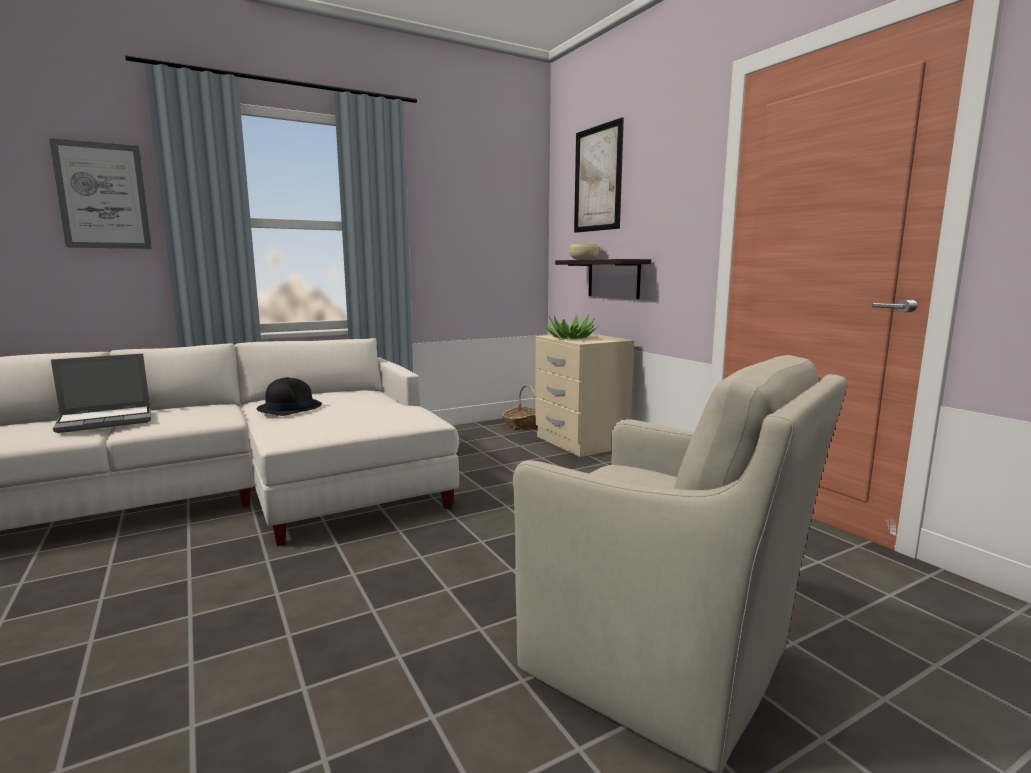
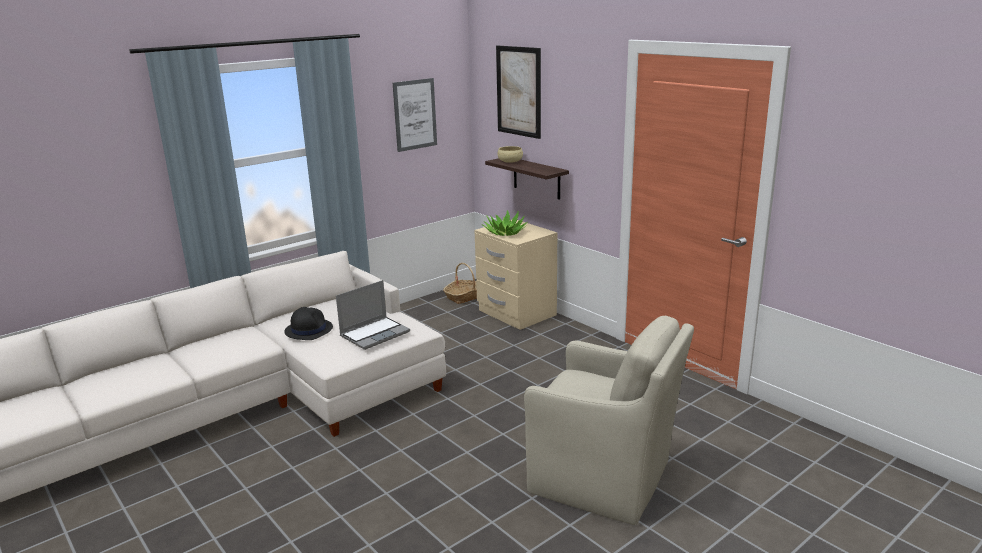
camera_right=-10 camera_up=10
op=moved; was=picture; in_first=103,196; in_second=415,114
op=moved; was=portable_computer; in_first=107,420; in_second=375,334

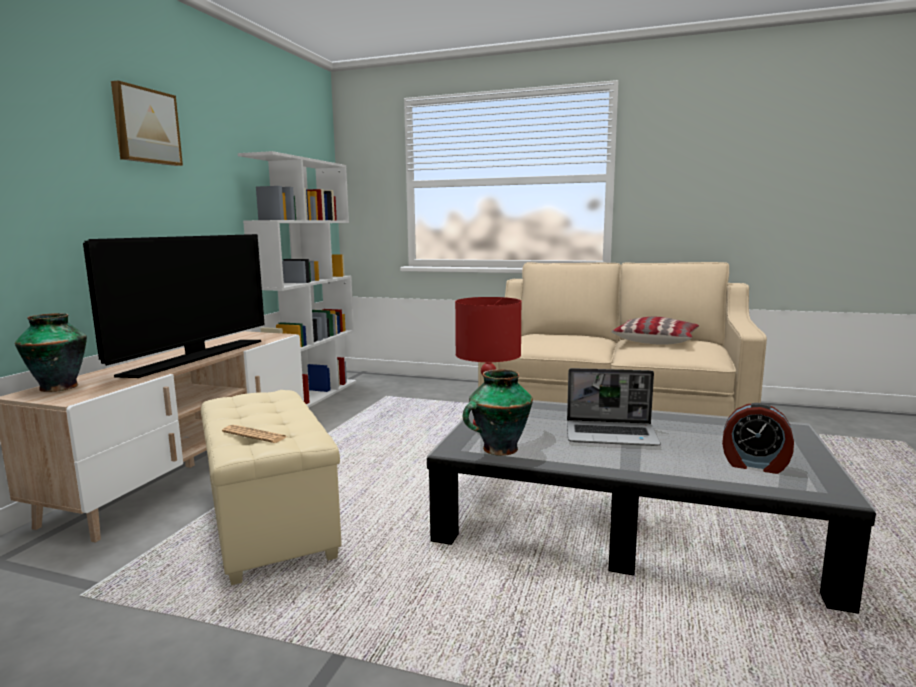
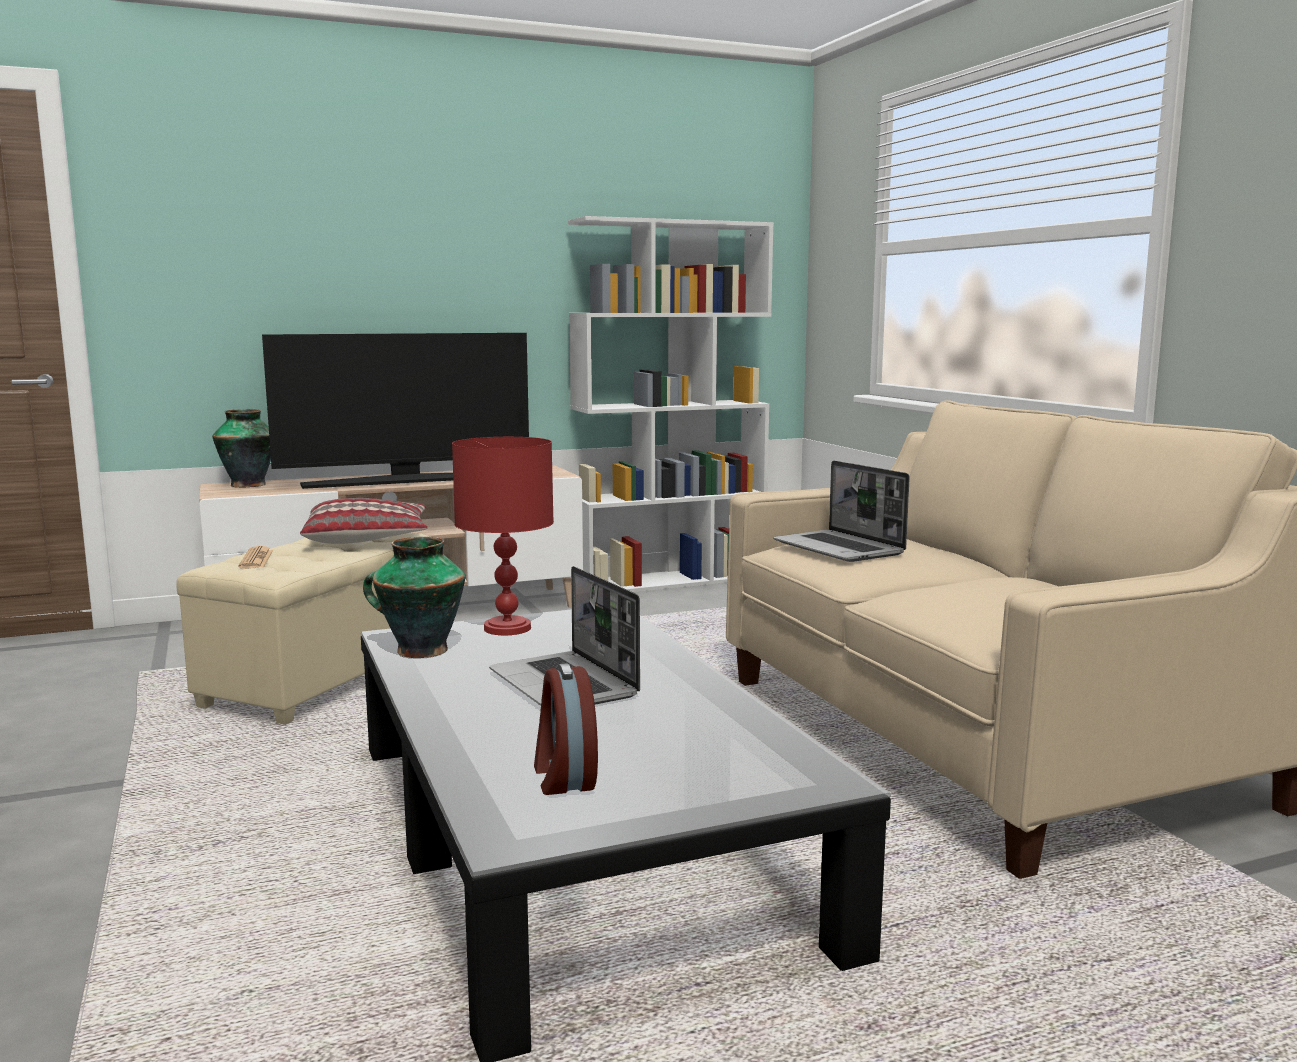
camera_right=50 camera_up=0
op=removed; was=picture; in_first=145,126
op=moved; was=pillow; in_first=655,340; in_second=368,539
op=added; now=portable_computer; in_second=840,549

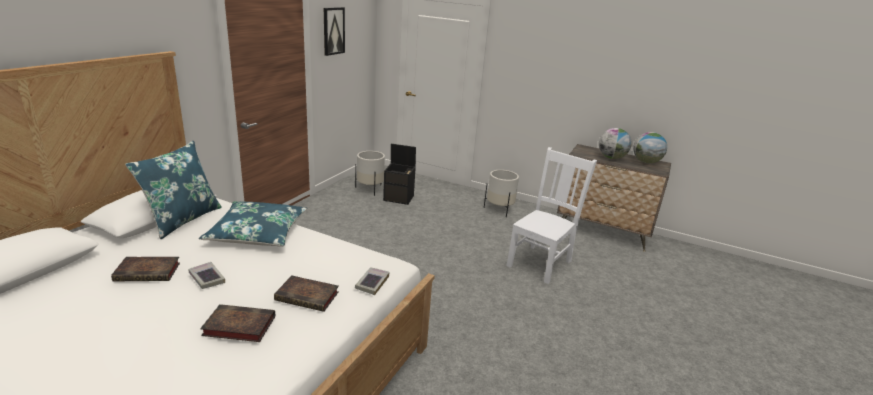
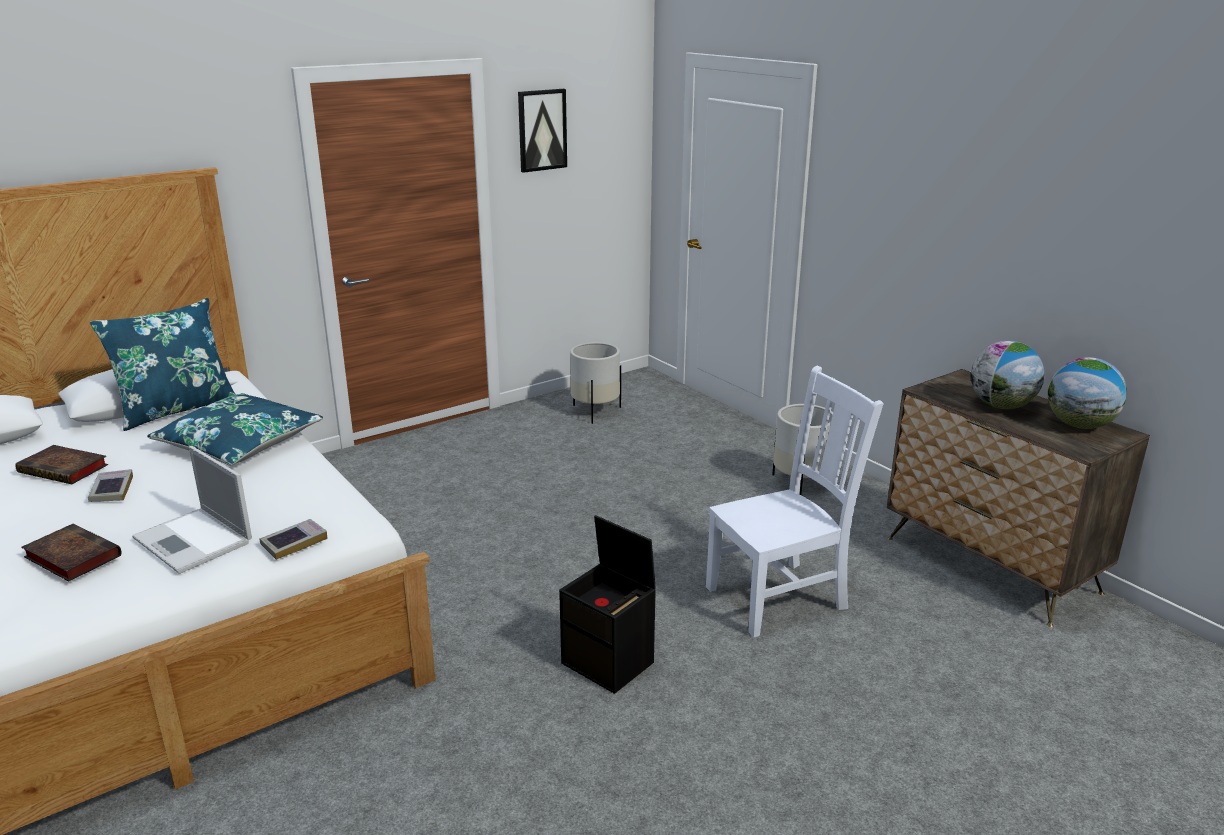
camera_right=30 camera_up=0
op=moved; was=black-coloured_storage_bin; in_first=399,198; in_second=609,663
op=replaced; was=volume; now=portable_computer; in_first=309,296; in_second=194,541

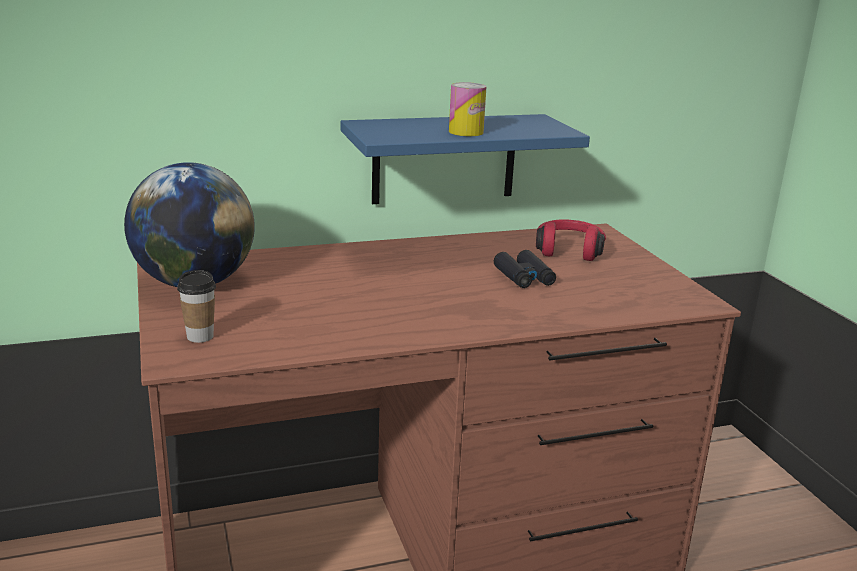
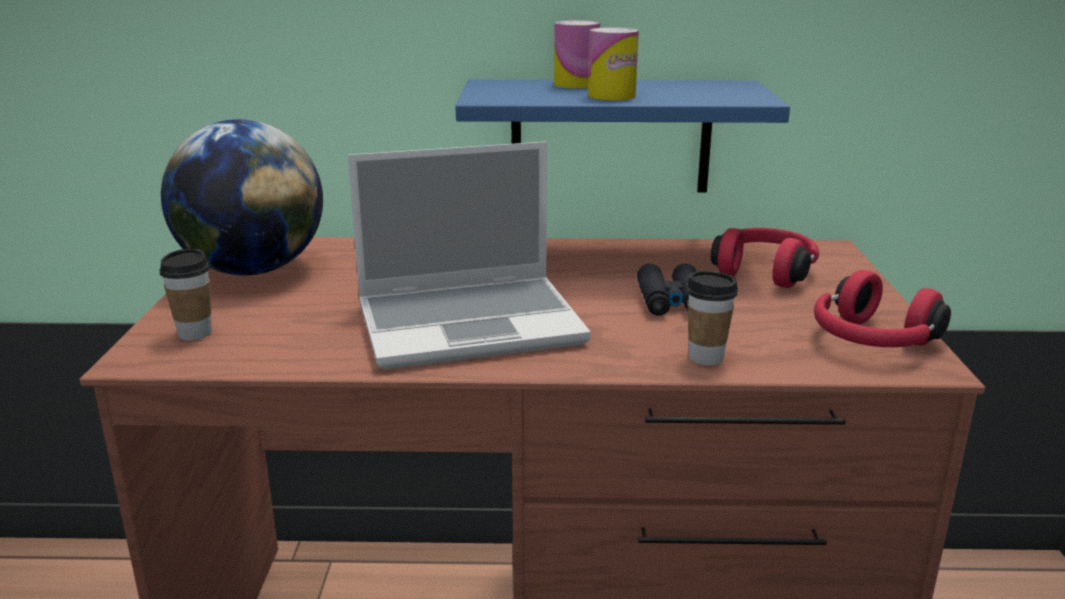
camera_right=20 camera_up=0
op=added; now=sealed_can; in_second=576,84
op=added; now=portable_computer; in_second=471,323
op=added; now=reddish_headset; in_second=871,341
op=added; now=cup; in_second=706,357

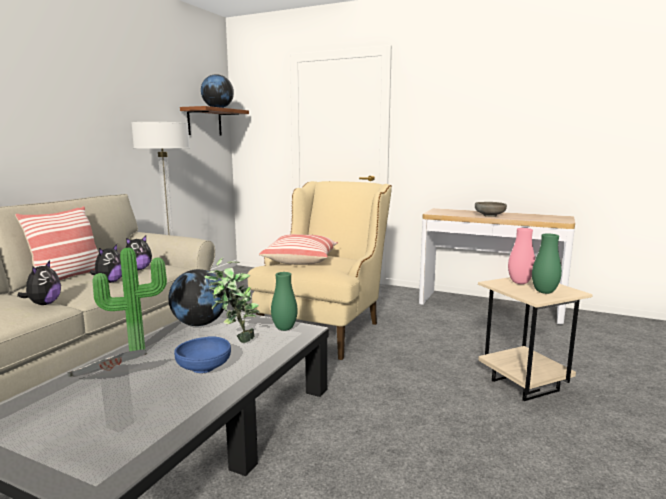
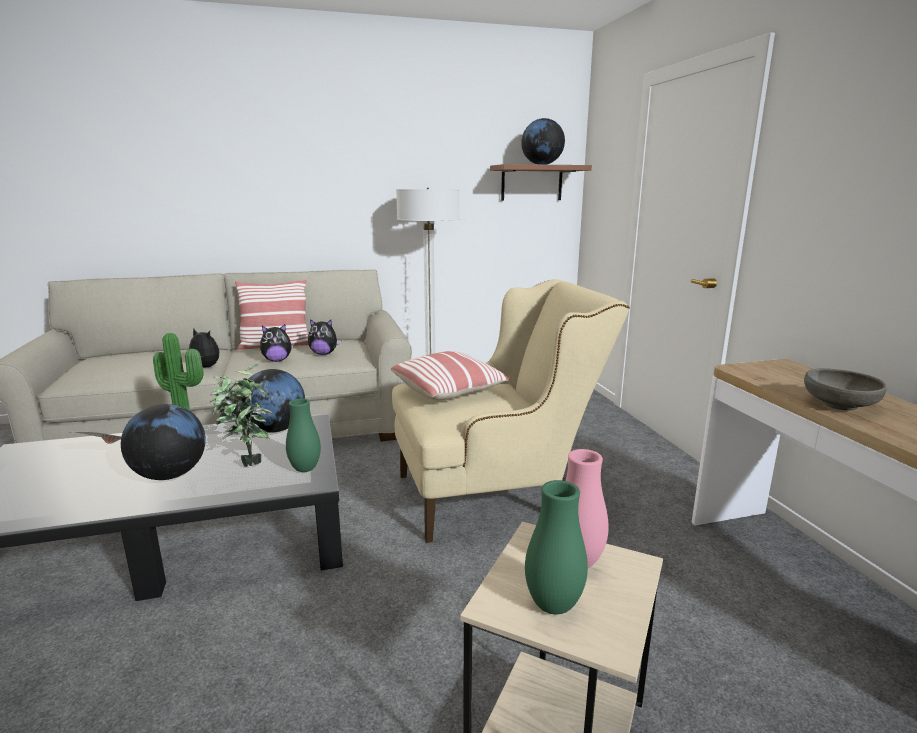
camera_right=50 camera_up=5
op=turned; was=cuddly_toy; in_first=44,304; in_second=204,367; clockwise=-120
op=replaced; was=blue-coloured_deep_dish; now=world_globe; in_first=204,368; in_second=170,475

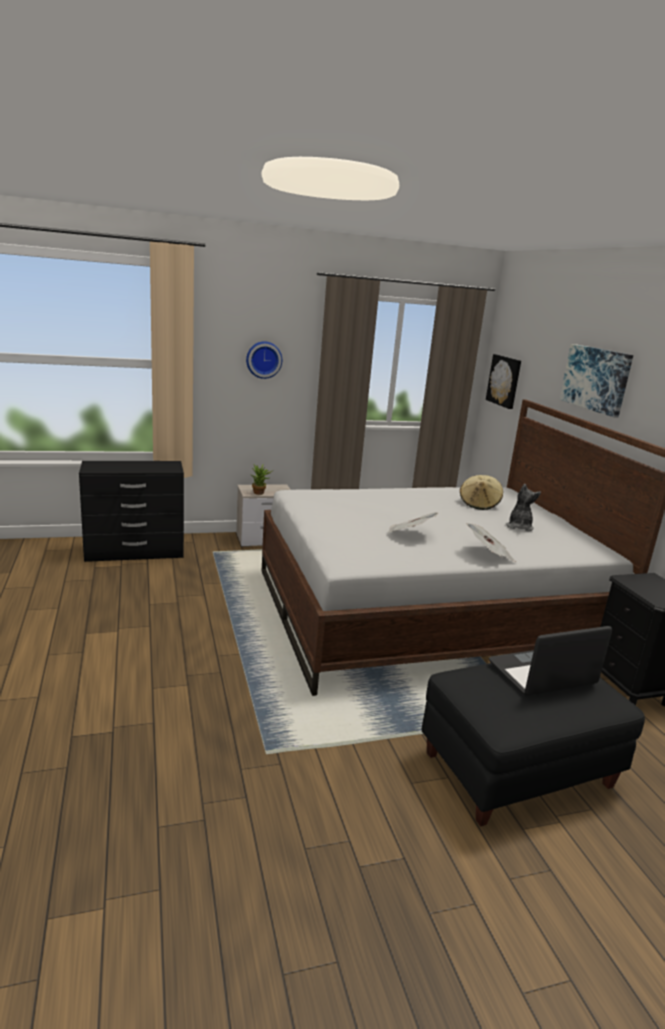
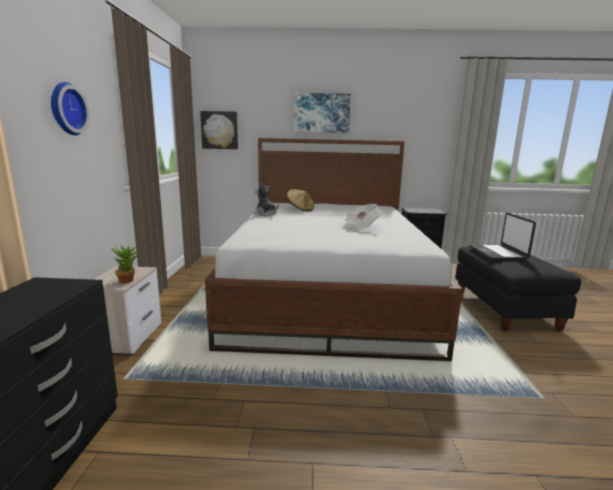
camera_right=-70 camera_up=-5
op=moved; was=cuddly_toy; in_first=519,526; in_second=265,214
op=removed; was=printed_paper; in_first=488,555

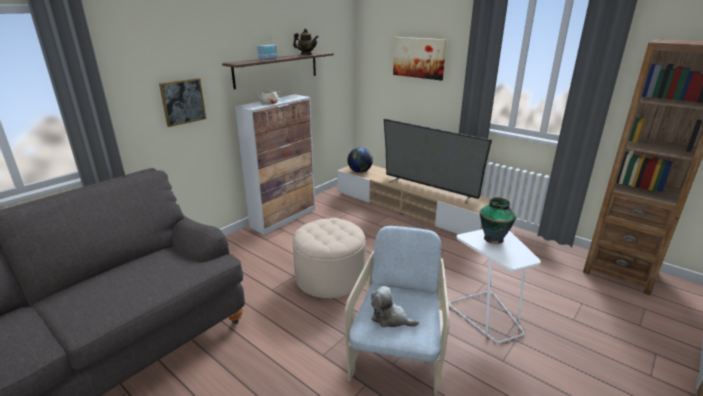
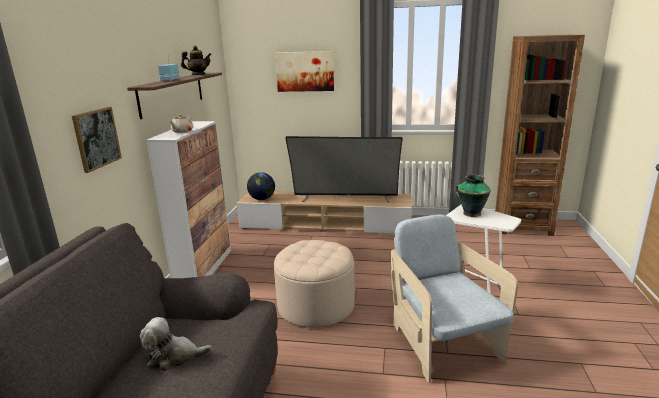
camera_right=-30 camera_up=-5
op=moved; was=cuddly_toy; in_first=390,319; in_second=174,357

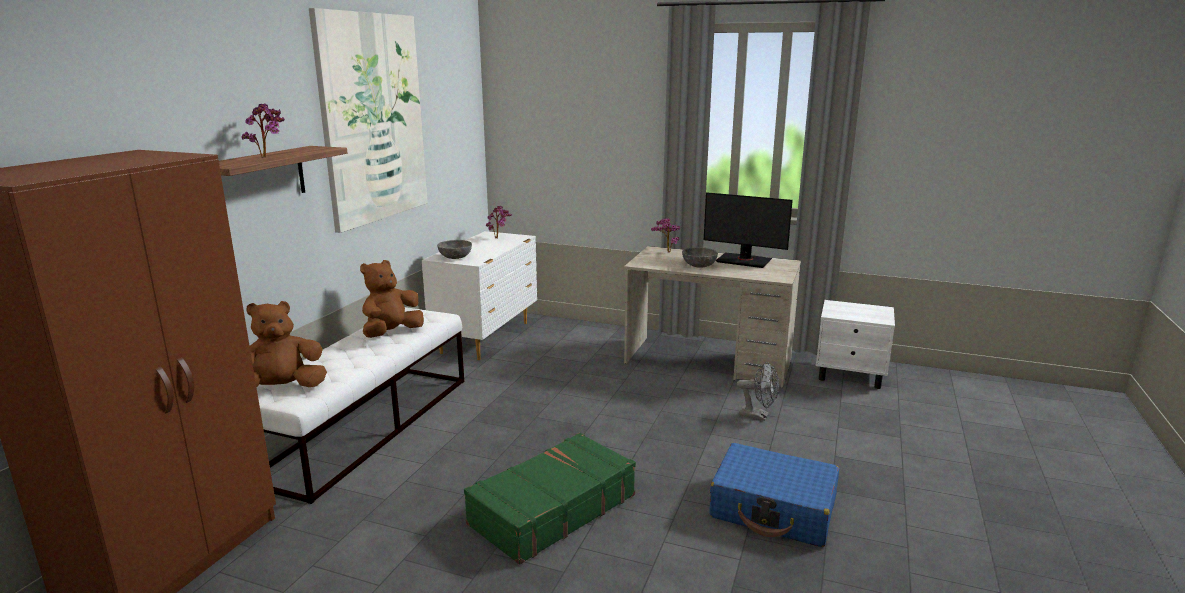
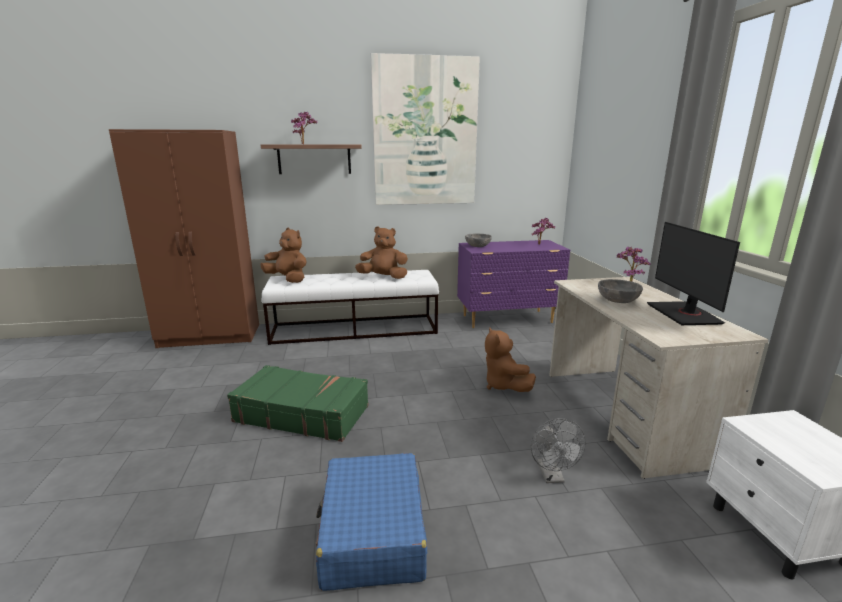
camera_right=60 camera_up=0
op=recoloured; was=white_drawer_chest; now=purple_drawer_chest; in_first=487,337; in_second=508,319
op=added; now=brown_cuddly_toy; in_second=504,385

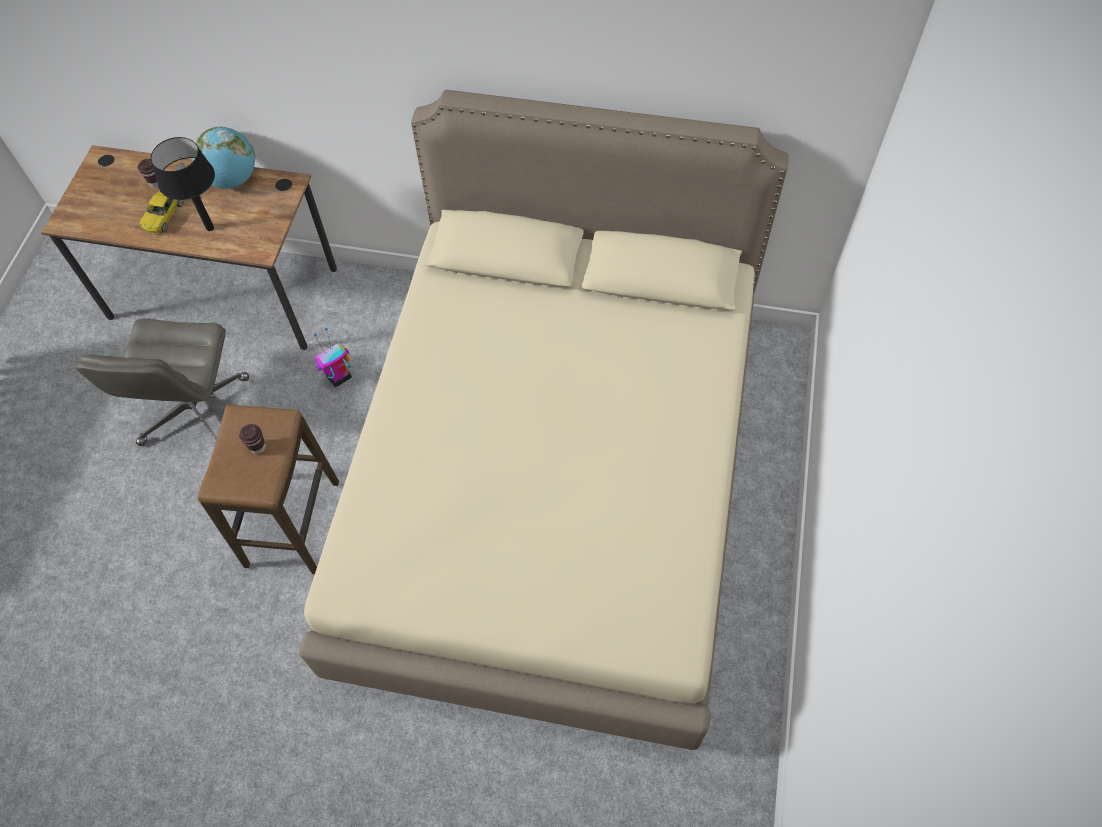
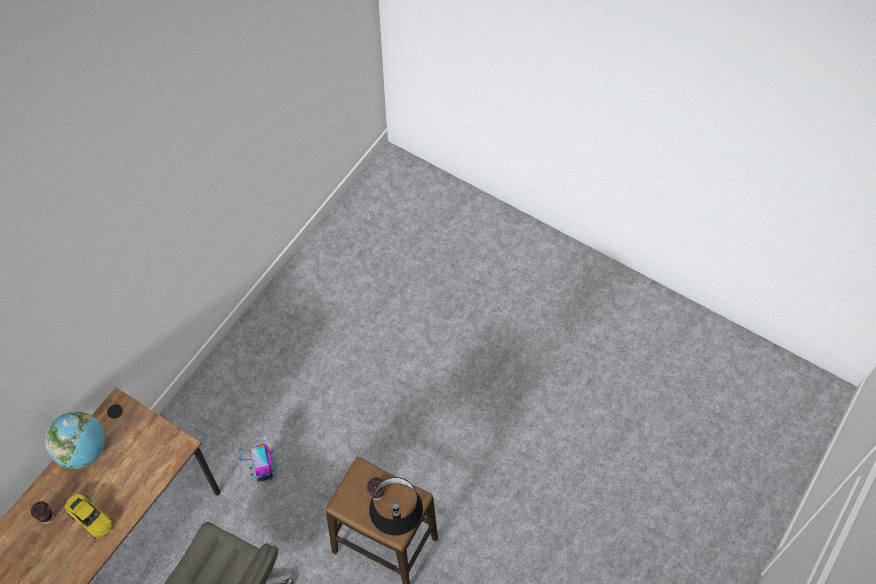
camera_right=-70 camera_up=0
op=removed; was=sand-coloured_bed; in_first=553,486
op=moved; was=black-coloured_table_lamp; in_first=210,228; in_second=398,531

